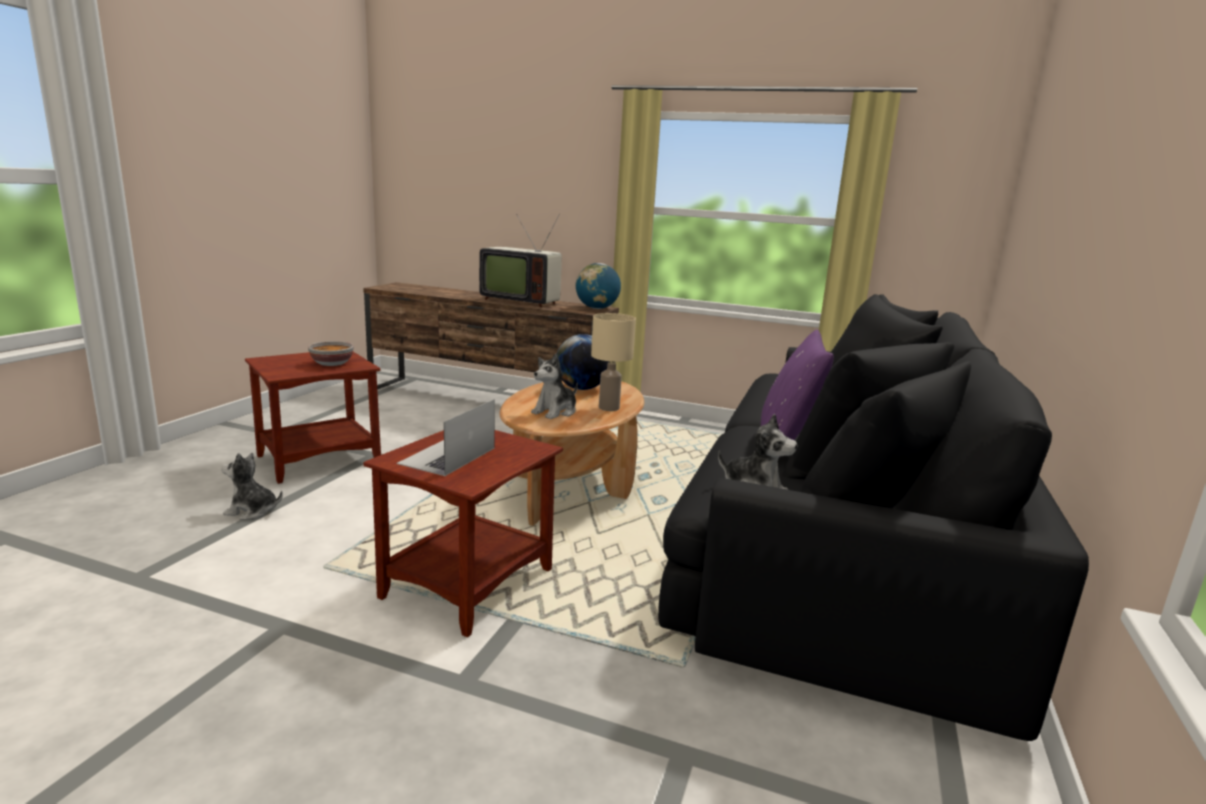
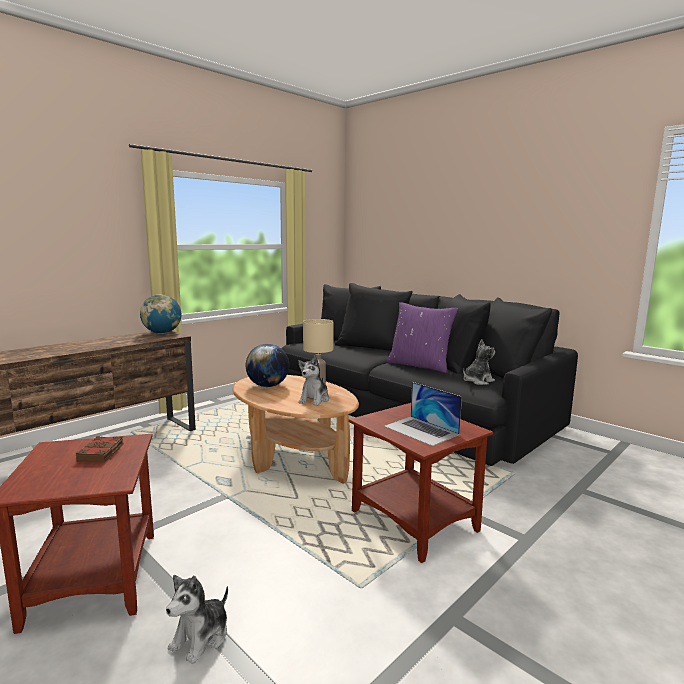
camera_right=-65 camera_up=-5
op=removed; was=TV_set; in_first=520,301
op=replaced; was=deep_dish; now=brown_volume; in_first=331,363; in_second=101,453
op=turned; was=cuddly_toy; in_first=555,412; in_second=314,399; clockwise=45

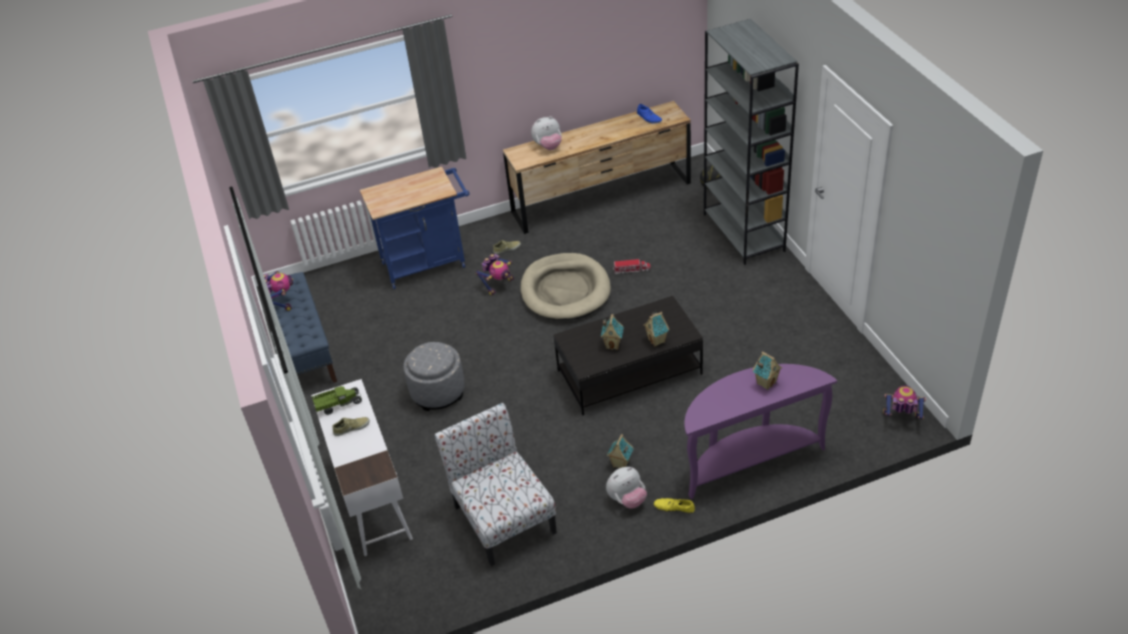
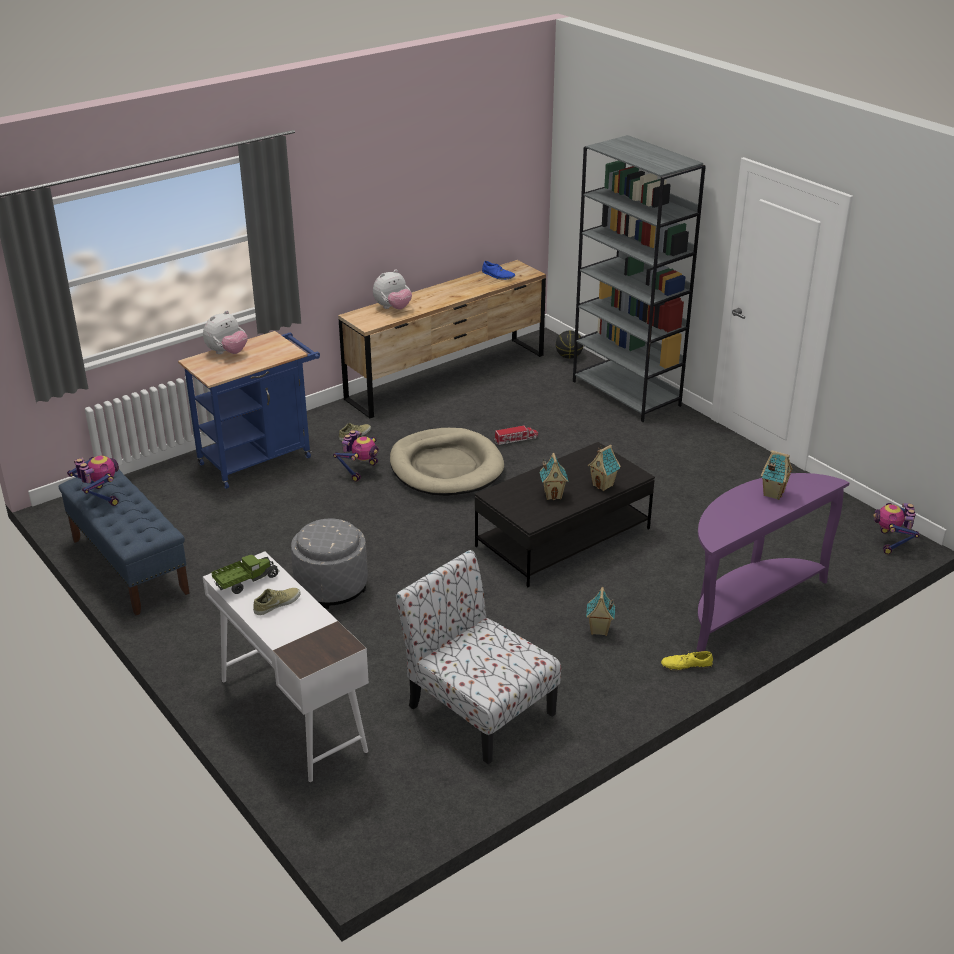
camera_right=-20 camera_up=-10
op=turned; was=robot_figure; in_first=901,419; in_second=891,543; clockwise=-75
op=moved; was=cuddly_toy; in_first=627,499; in_second=227,353

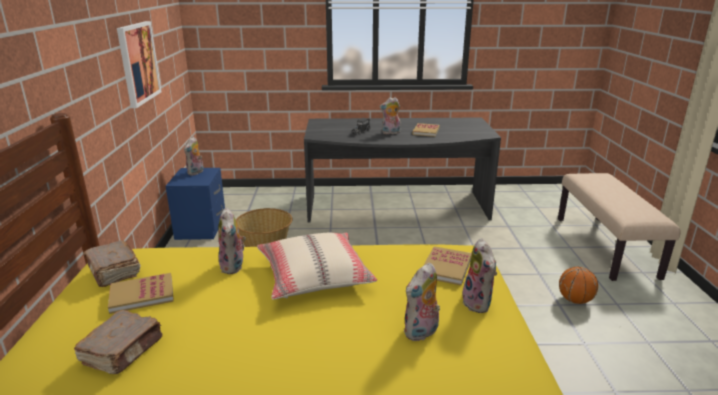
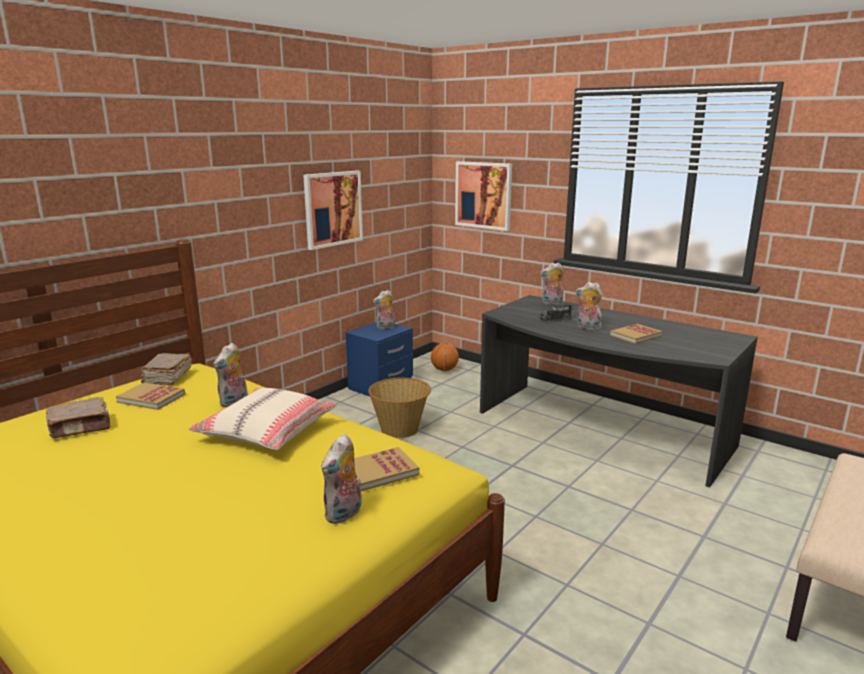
camera_right=40 camera_up=-5
op=moved; was=cuddly_toy; in_first=421,333; in_second=551,303
op=moved; was=ball_for_basketball; in_first=575,300; in_second=444,370
op=added; now=picture; in_second=483,195

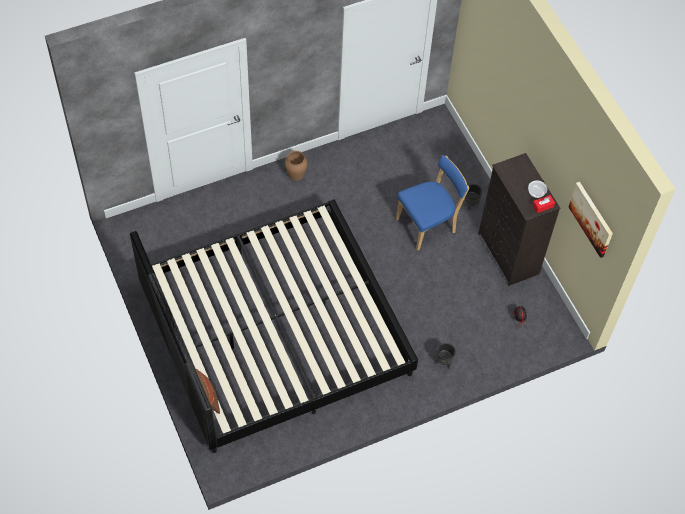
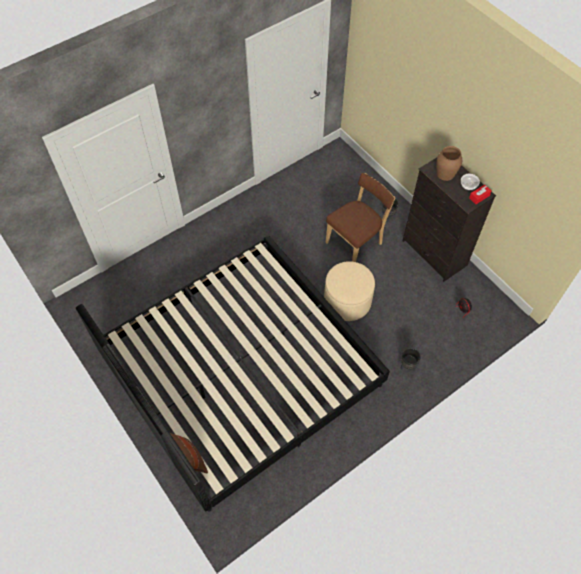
camera_right=-10 camera_up=0
op=moved; was=brown_decorative_vase; in_first=296,173; in_second=445,173
op=recoloured; was=blue-coloured_chair; now=brown_chair; in_first=428,225; in_second=356,242
op=removed; was=picture; in_first=591,219
op=added; now=sand-coloured_pouffe; in_second=347,301

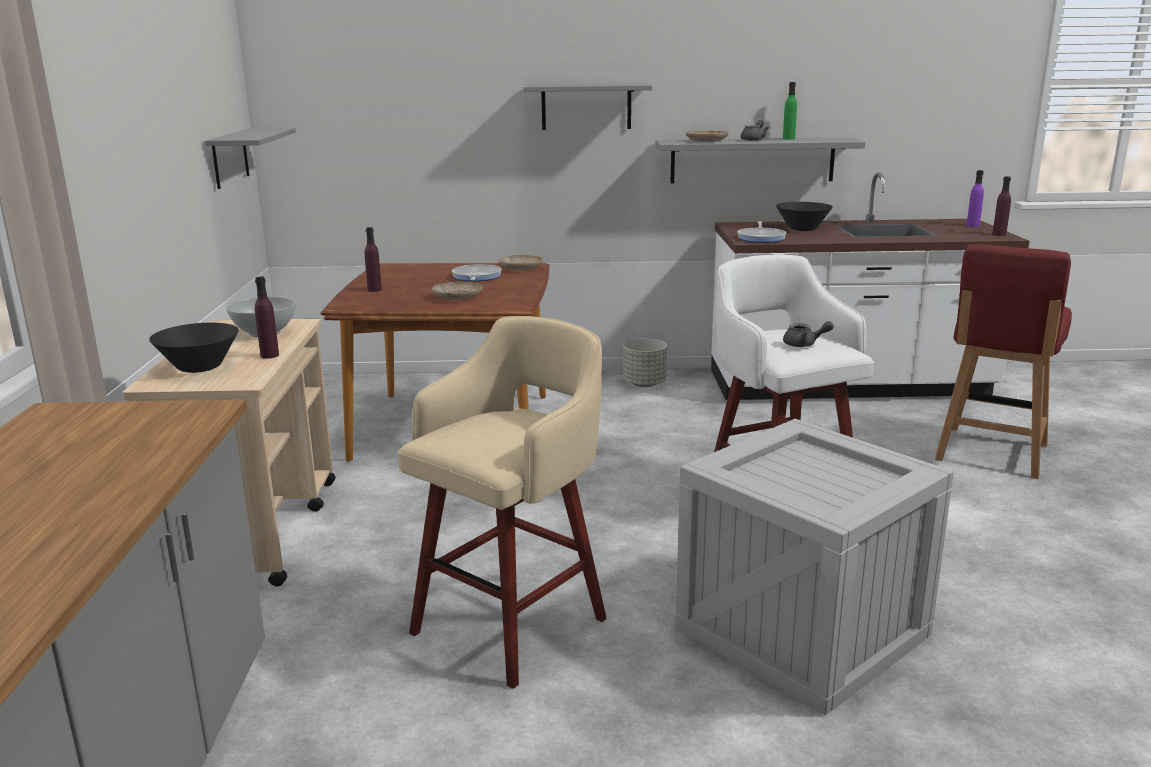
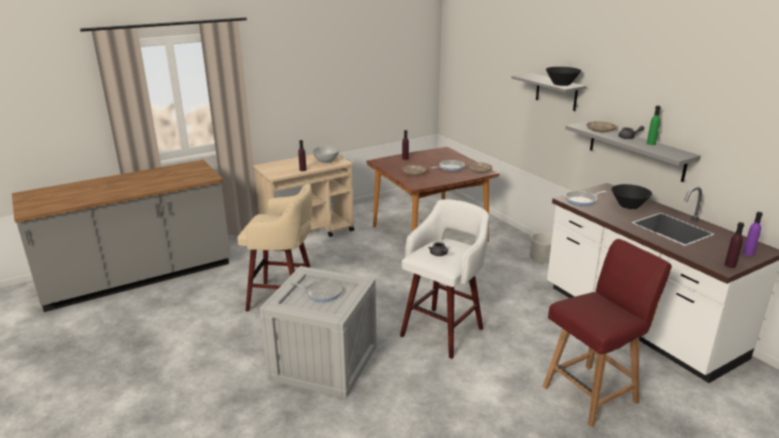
camera_right=60 camera_up=5
op=removed; was=greyish_bracket_shelf; in_first=230,158
op=turned; was=reddish_chair; in_first=991,453; in_second=592,393; clockwise=150
op=moved; was=black-coloured_deep_dish; in_first=199,367; in_second=561,84
op=added; now=pan; in_second=321,293

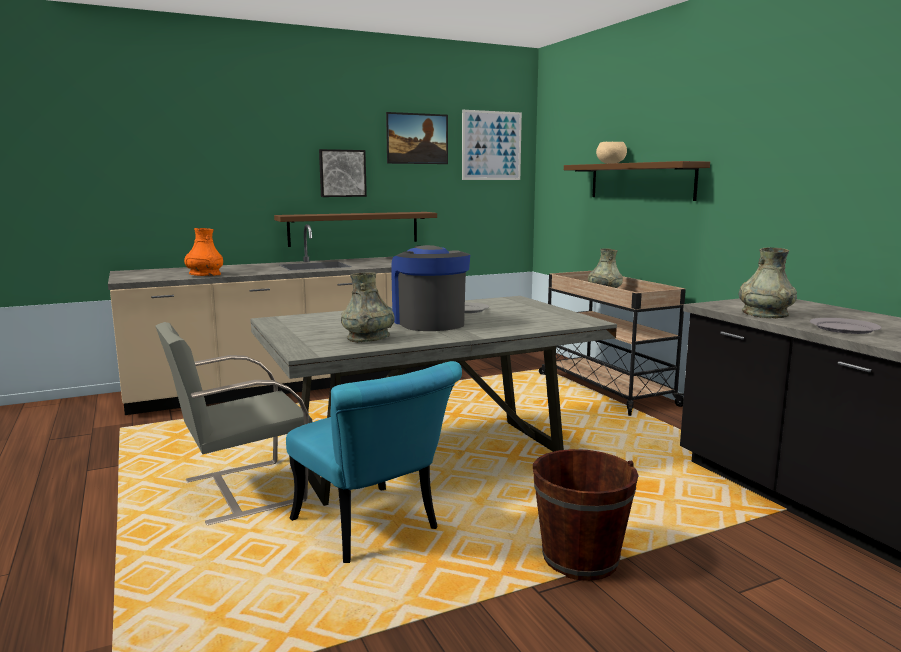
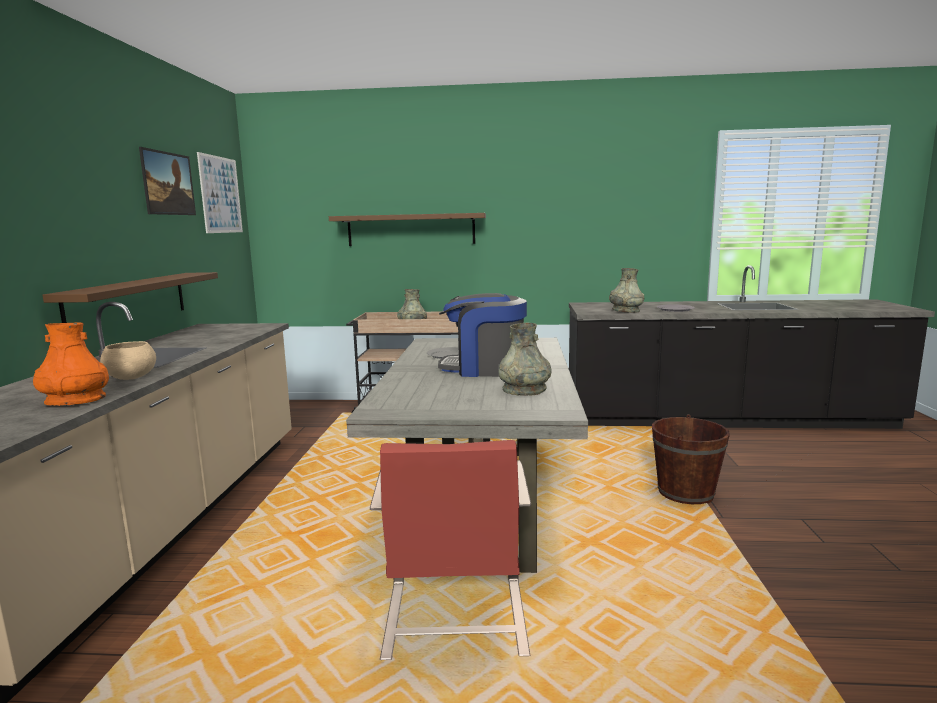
camera_right=-60 camera_up=0
op=moved; was=sand-coloured_deep_dish; in_first=610,163; in_second=131,378
op=removed; was=picture; in_first=342,173
op=recoloured; was=greyish_chair; now=reddish_chair; in_first=241,491; in_second=454,620
op=removed; was=turquoise-coloured_chair; in_first=373,530

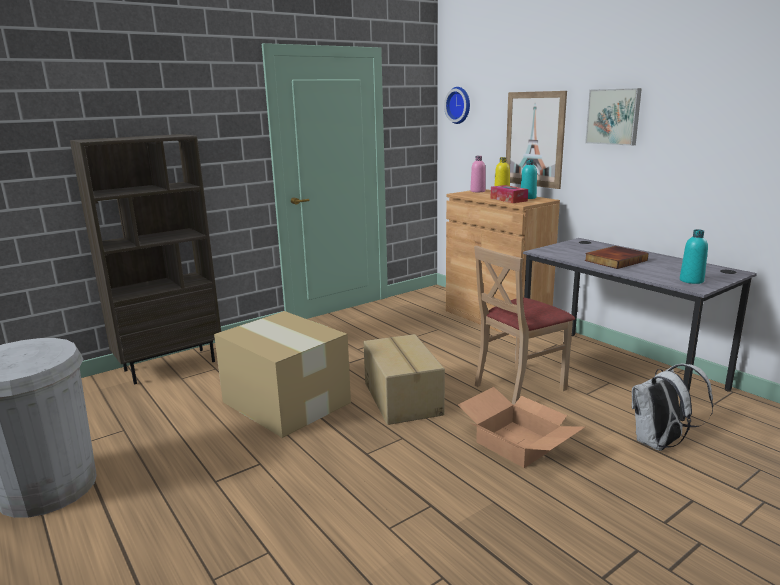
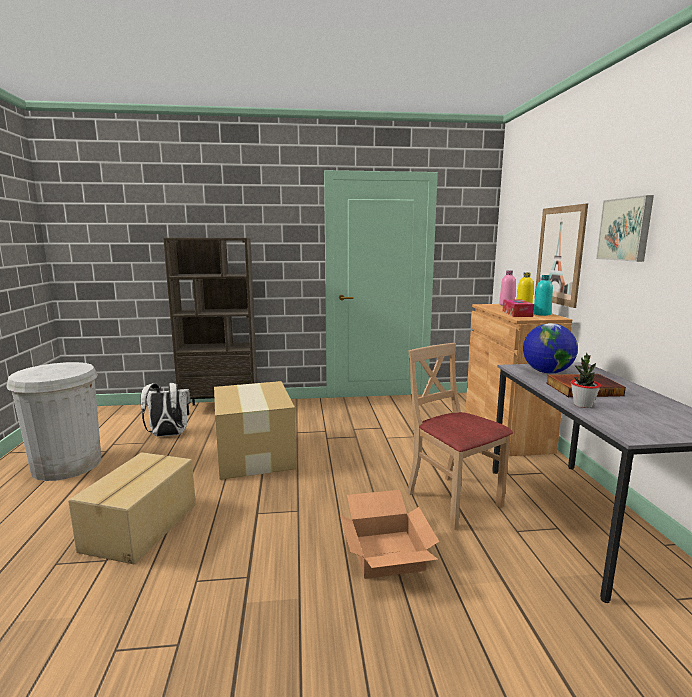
camera_right=30 camera_up=-5
op=removed; was=clock_on_the_wall; in_first=459,105
op=removed; was=turquoise-coloured_drink_bottle; in_first=691,280
op=turned; was=sand-coloured_chair; in_first=518,386; in_second=453,500; clockwise=60
op=moved; was=cardboard_box; in_first=403,398; in_second=142,527
op=moved; was=white_backpack; in_first=659,444; in_second=168,435
op=added; now=world_globe; in_second=547,372
op=added; now=potted_plant; in_second=582,405

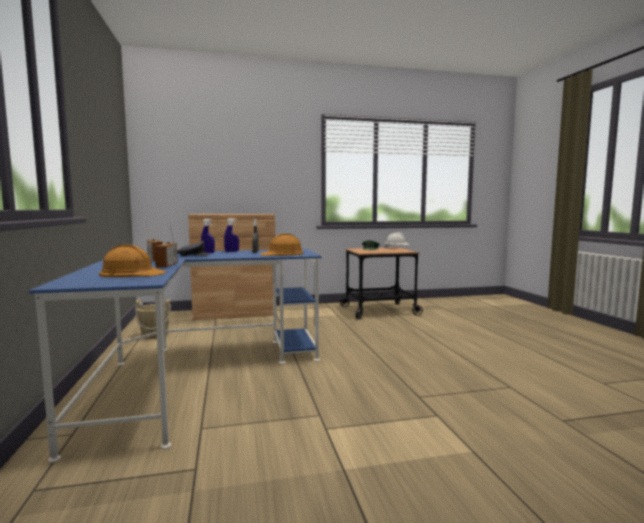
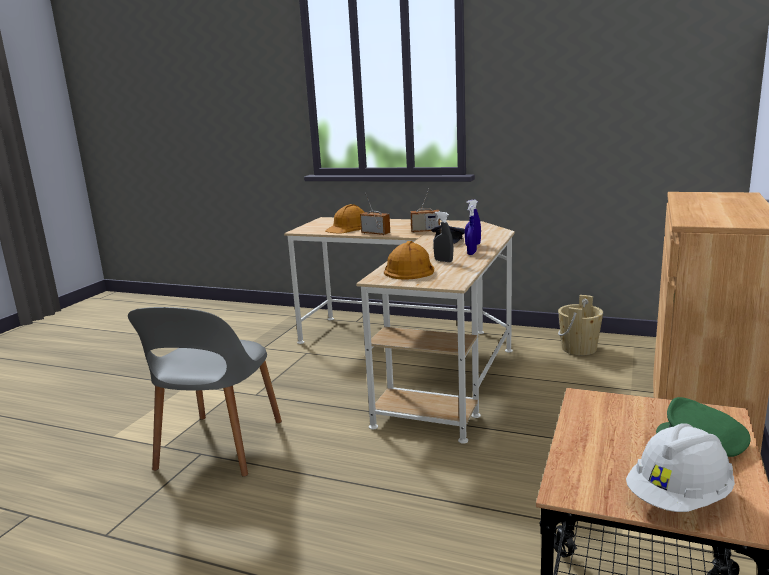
camera_right=125 camera_up=10
op=recoloured; was=blue-coloured_desk_table; now=sand-coloured_desk_table; in_first=195,373; in_second=415,359
op=added; now=greyish_chair; in_second=219,447

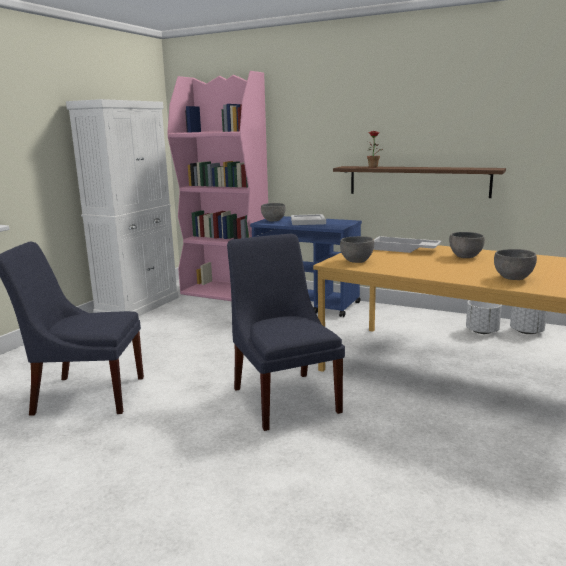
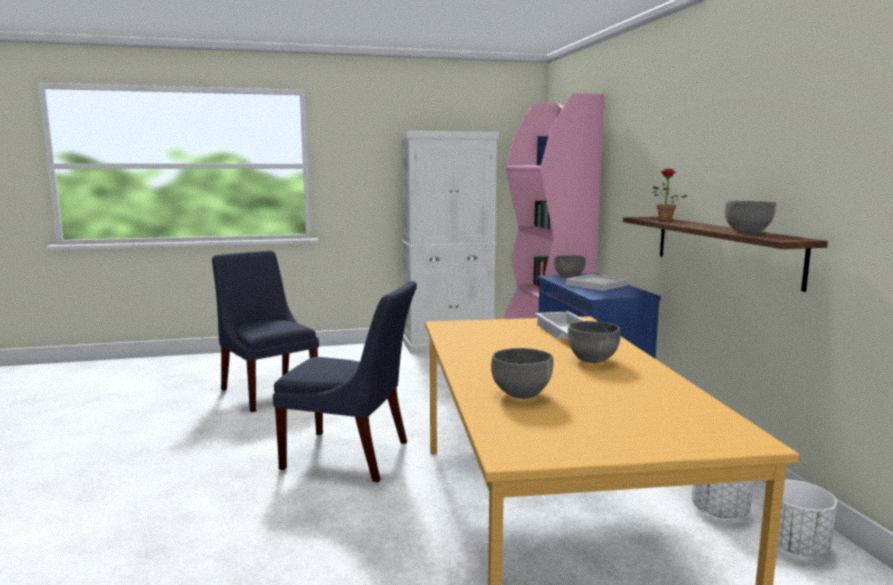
camera_right=50 camera_up=-5
op=turned; was=blue-coloured_chair; in_first=284,397; in_second=351,456; clockwise=75
op=moved; was=greyish_deep_dish; in_first=356,261; in_second=747,232

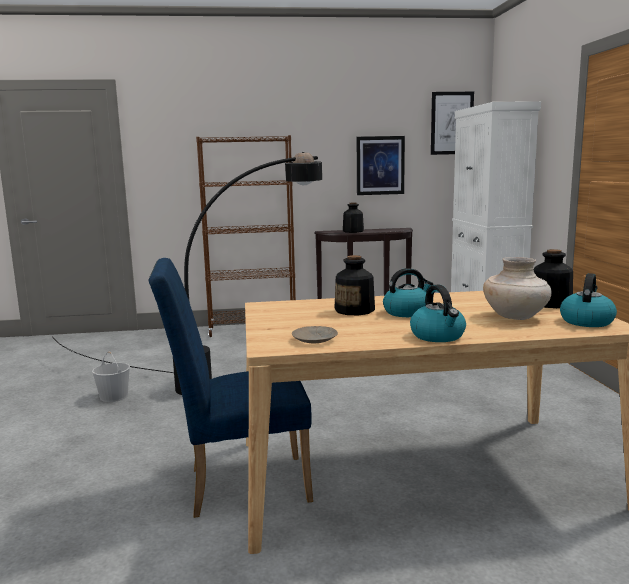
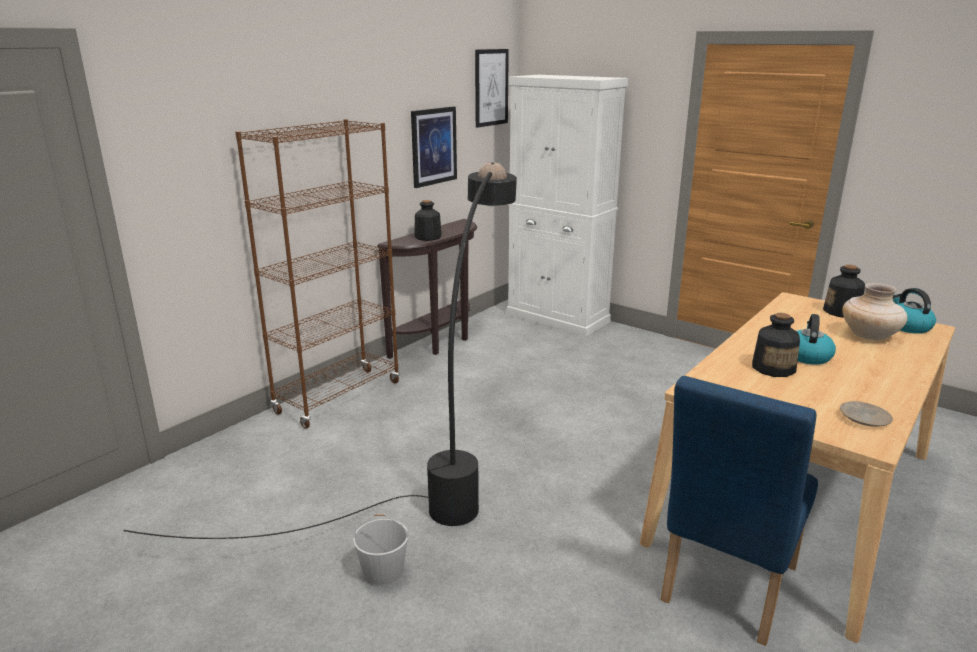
camera_right=-45 camera_up=10
op=removed; was=water_kettle; in_first=438,336

